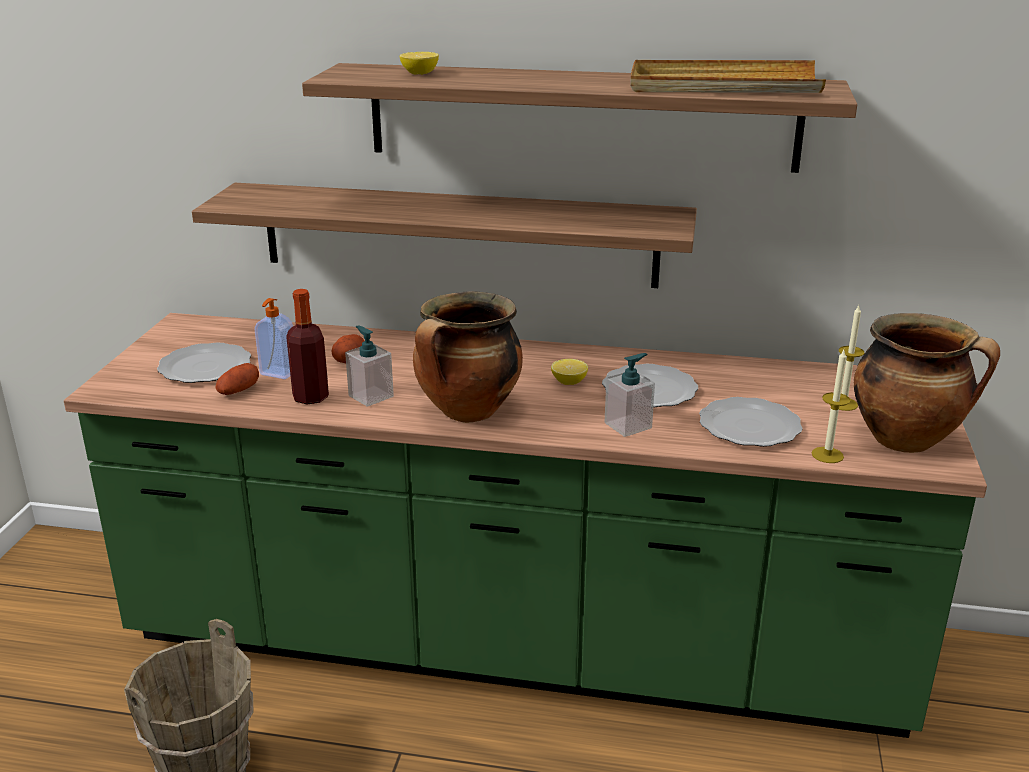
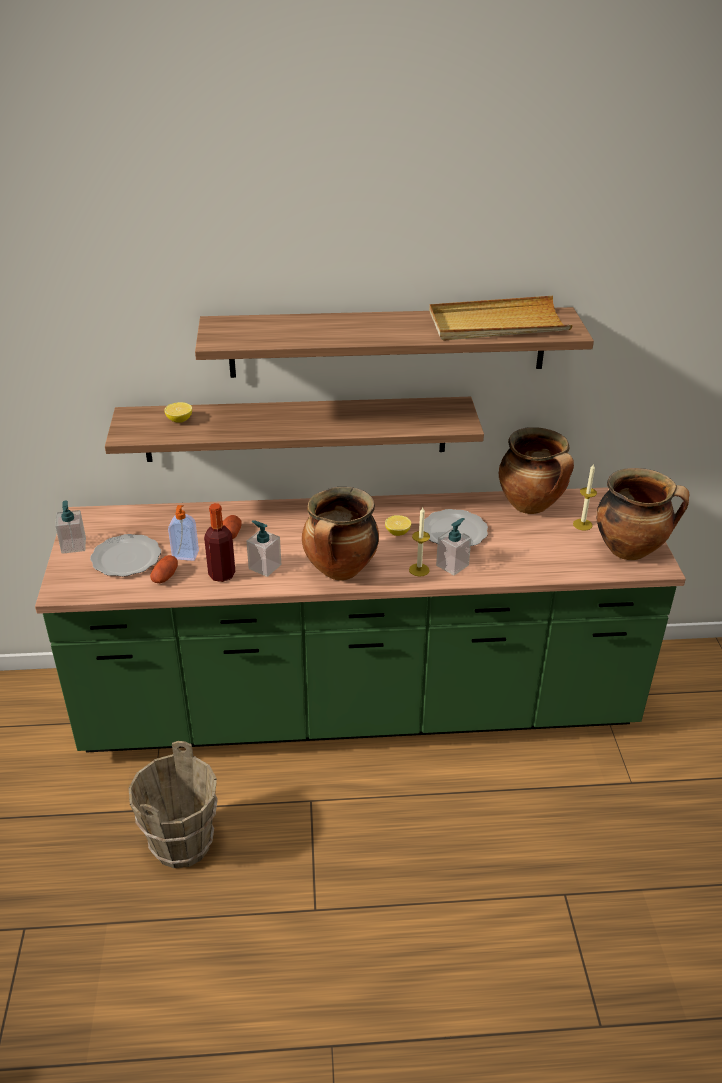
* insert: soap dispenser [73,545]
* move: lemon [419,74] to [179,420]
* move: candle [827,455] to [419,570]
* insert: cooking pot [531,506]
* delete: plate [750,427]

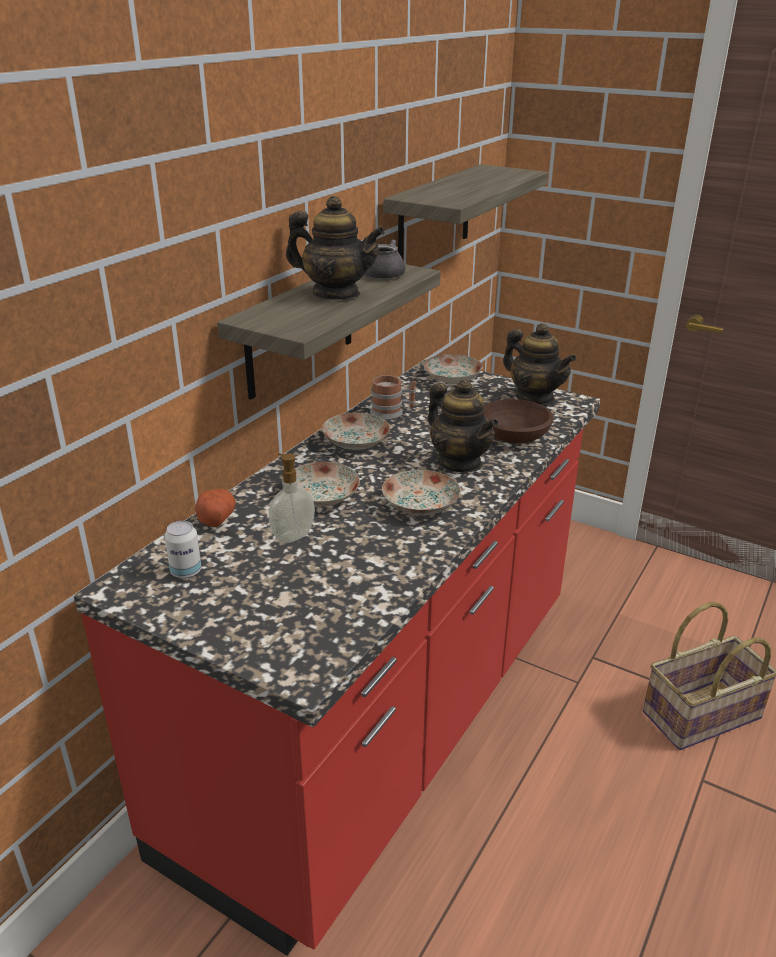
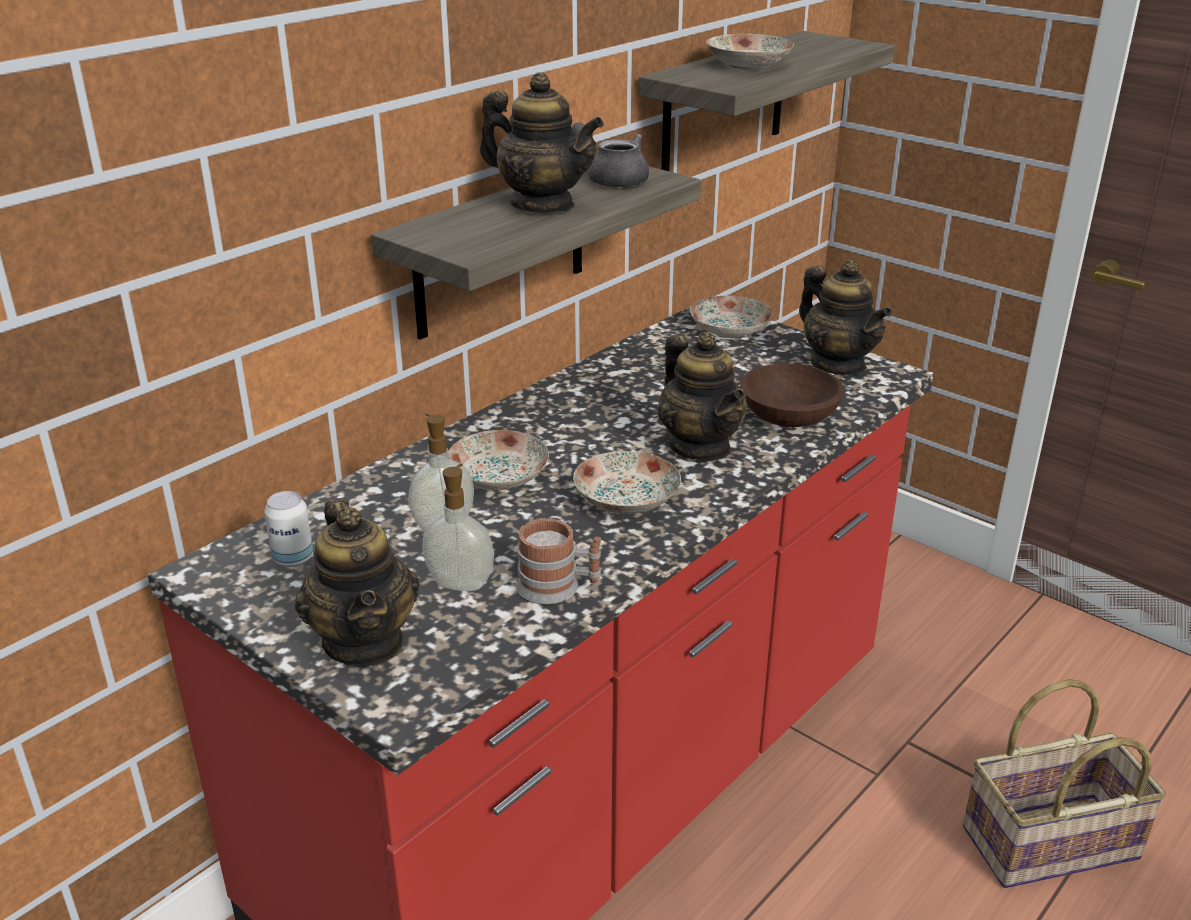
* insert: teapot [365,642]
* insert: soap dispenser [461,583]
* move: mug [392,412] to [558,587]
* move: plate [355,443] to [747,65]
* delete: potato [216,518]

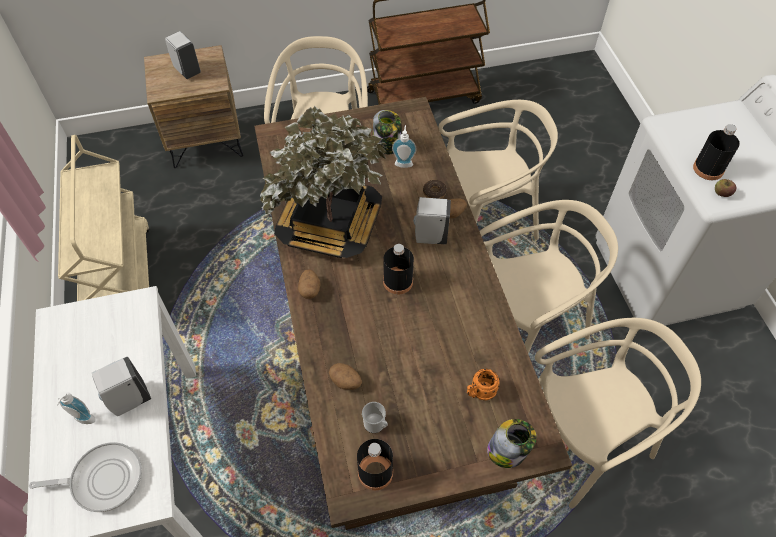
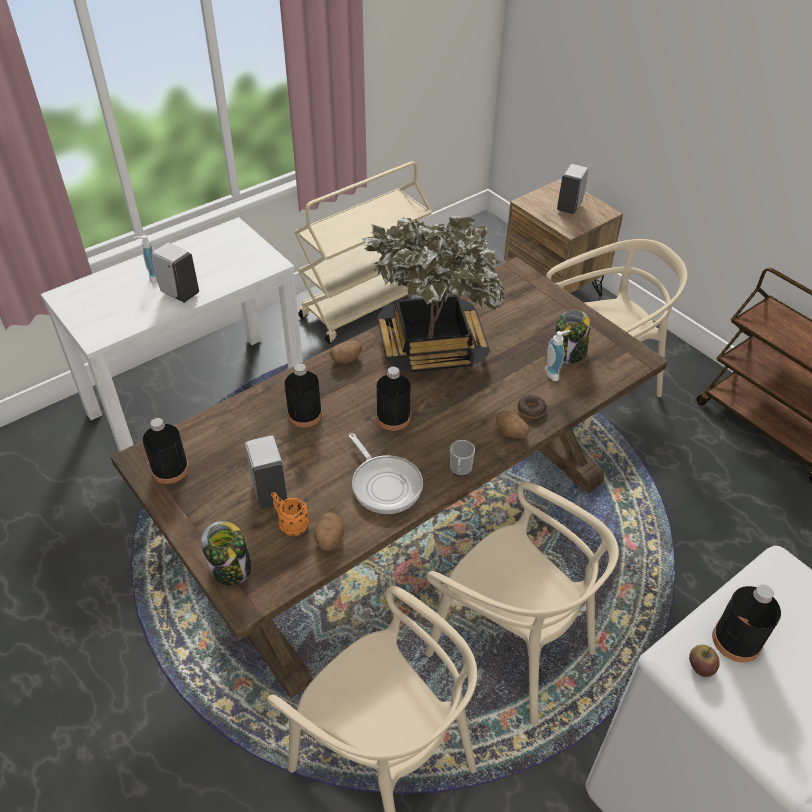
* move: soap dispenser (white) [429,237] to [269,491]
* insert: bottle (black) [305,415]
* move: potato [346,381] to [329,540]
* move: frying pan [103,479] to [385,484]
* move: mug [376,425] to [460,470]
* delete: chair (beige) [484,221]

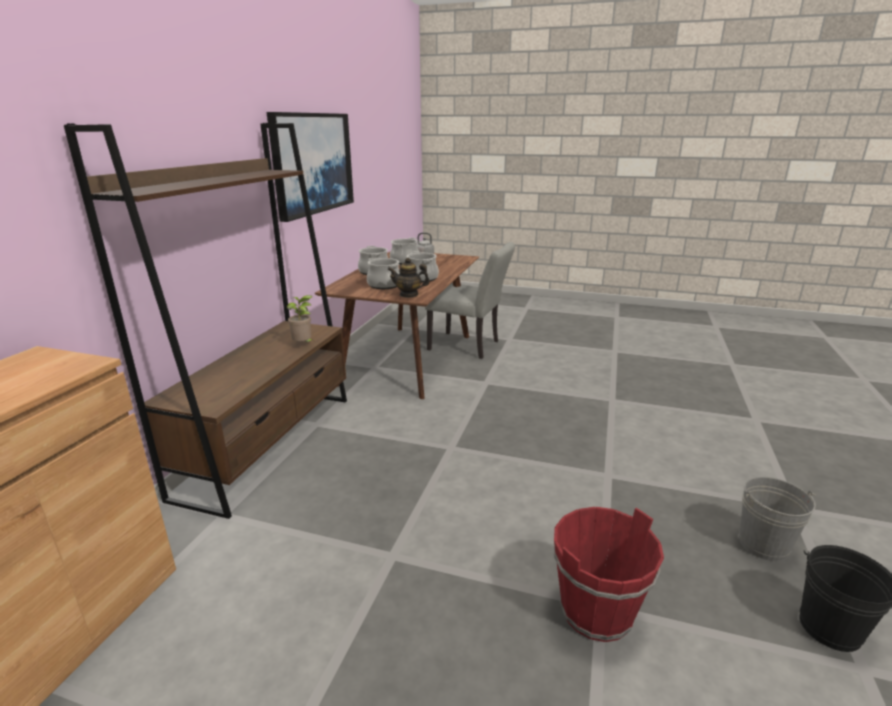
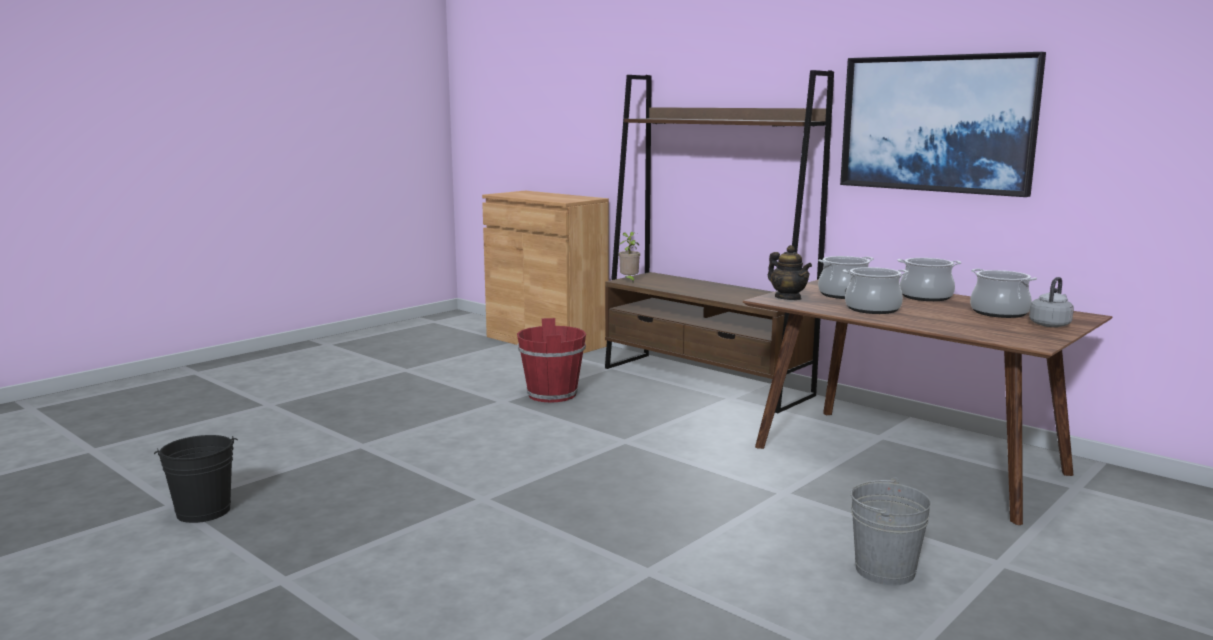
* move: bucket (red) [596,611] to [552,395]
* move: potted plant [304,345] to [629,281]
* rotate: teapot [409,294] = [788,298] 120 degrees clockwise
* move: bucket (grey) [763,544] to [885,570]
* delete: chair (grey) [469,346]

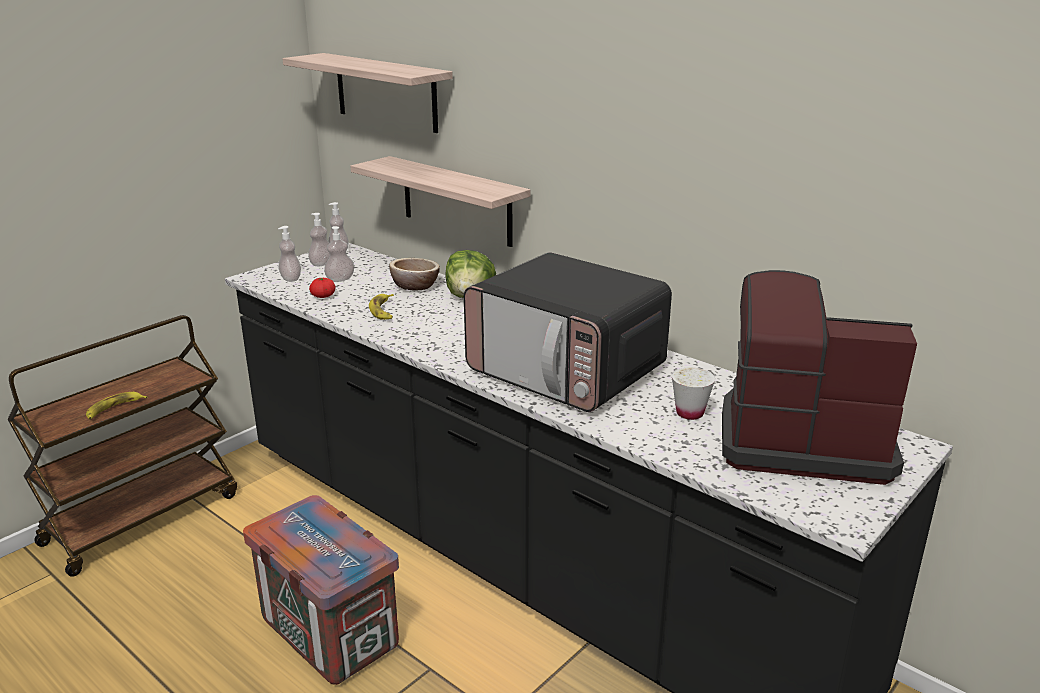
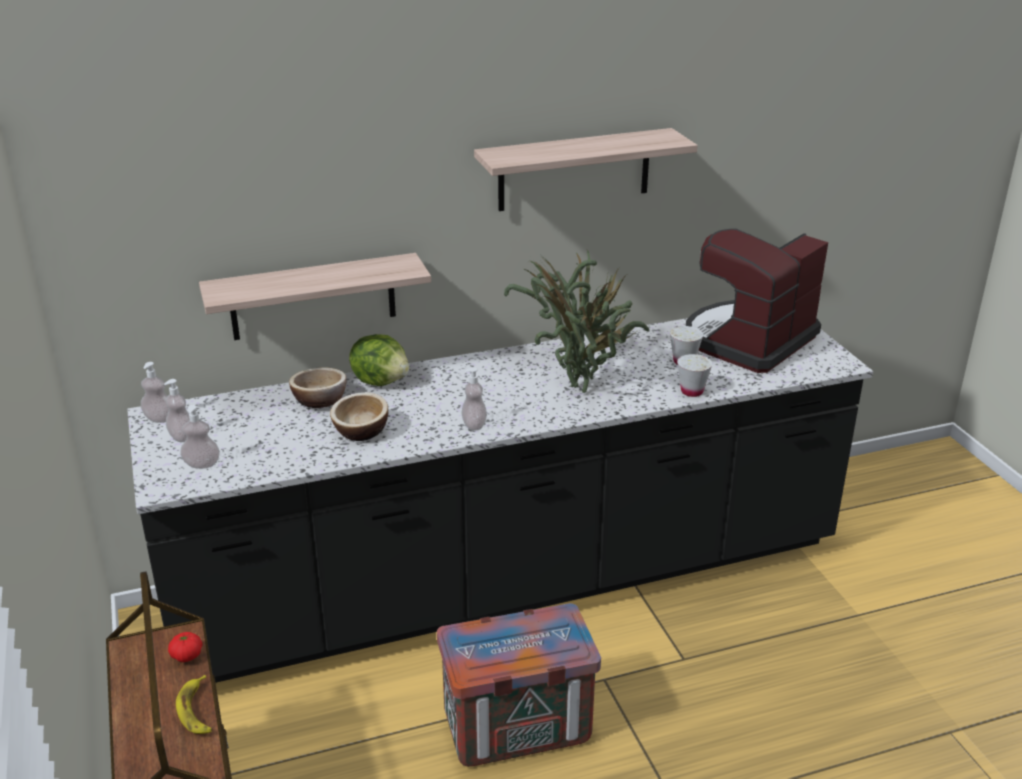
* move: tomato [323,296] to [187,655]
* replace: banana [384,311] to bowl [361,431]
* move: soap dispenser [340,279] to [474,425]
* move: shelf [386,92] to [574,170]
* replace: microwave [567,371] to potted plant [578,383]
* insert: cup (white) [692,391]

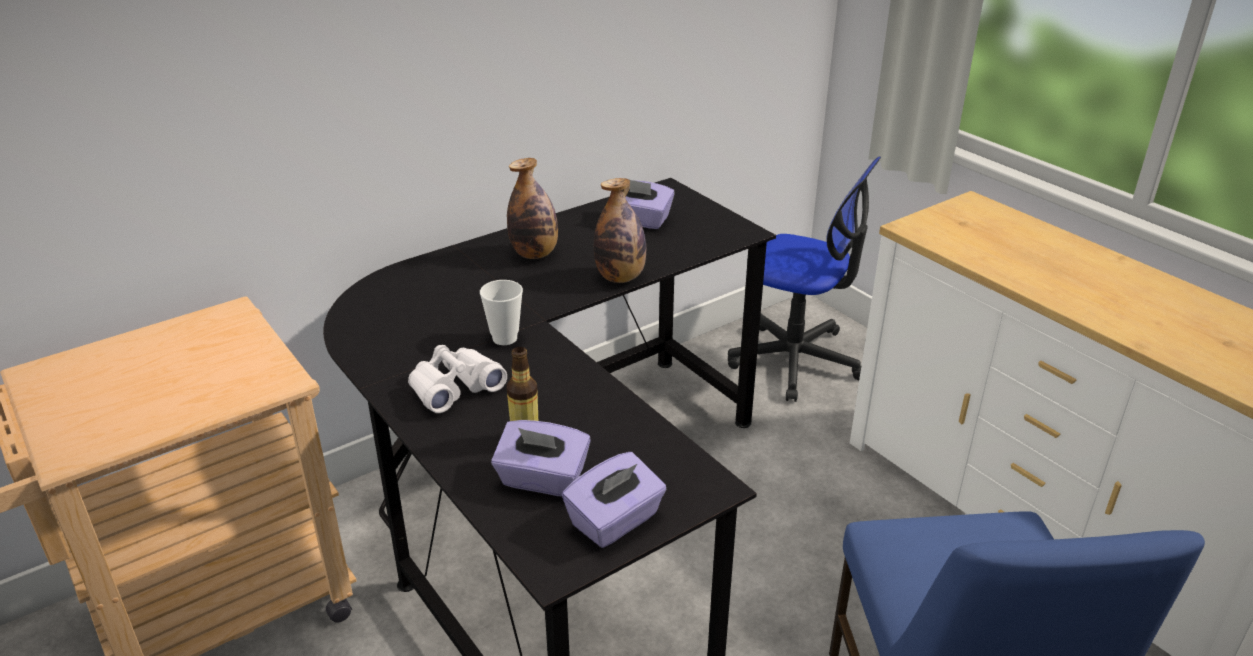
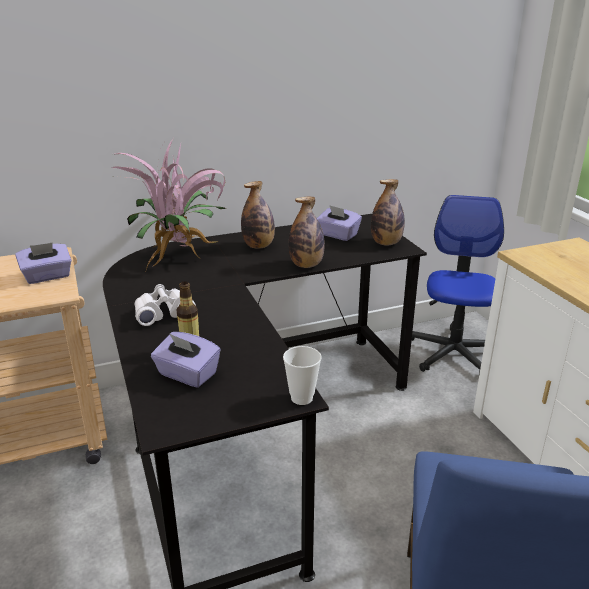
* move: tissue box (purple) [615,521] to [47,276]
* insert: potted plant [179,256]
* move: cup [505,338] to [302,398]
* insert: bottle [386,243]
* rotate: office chair [796,360] = [453,353] 120 degrees counterclockwise

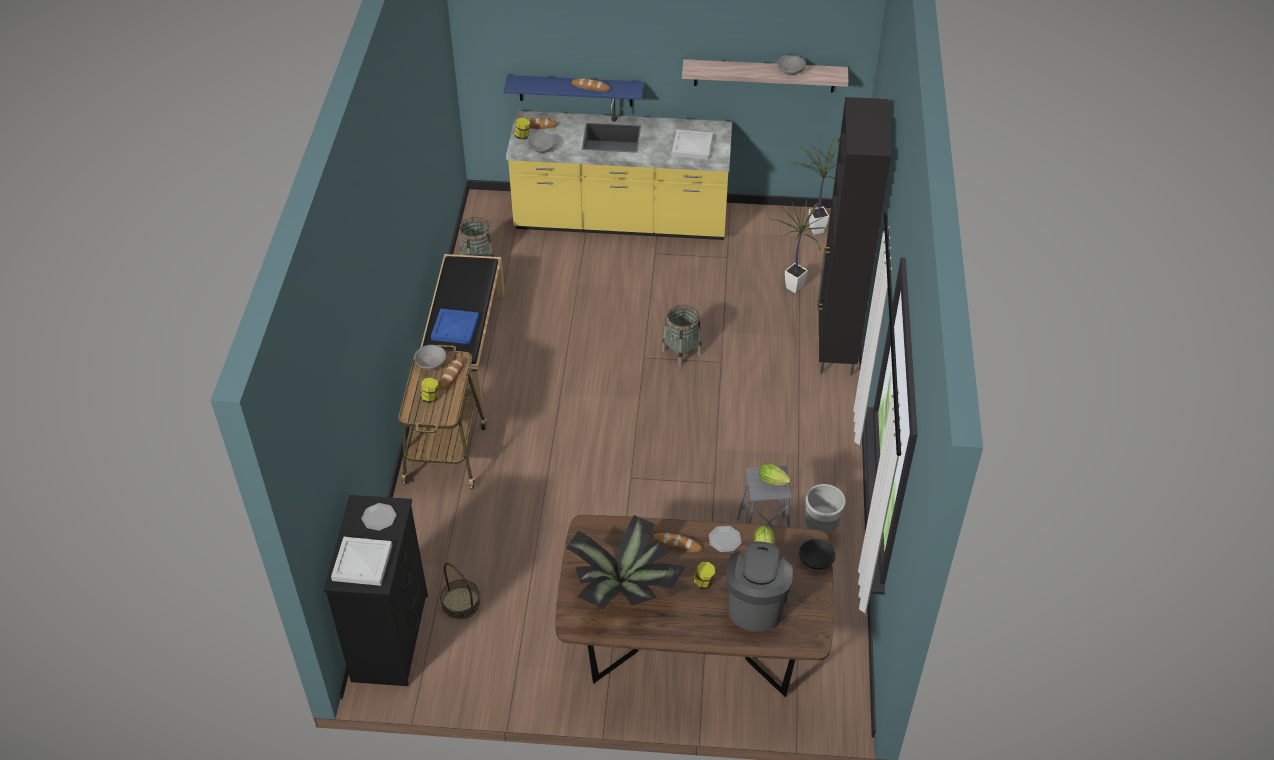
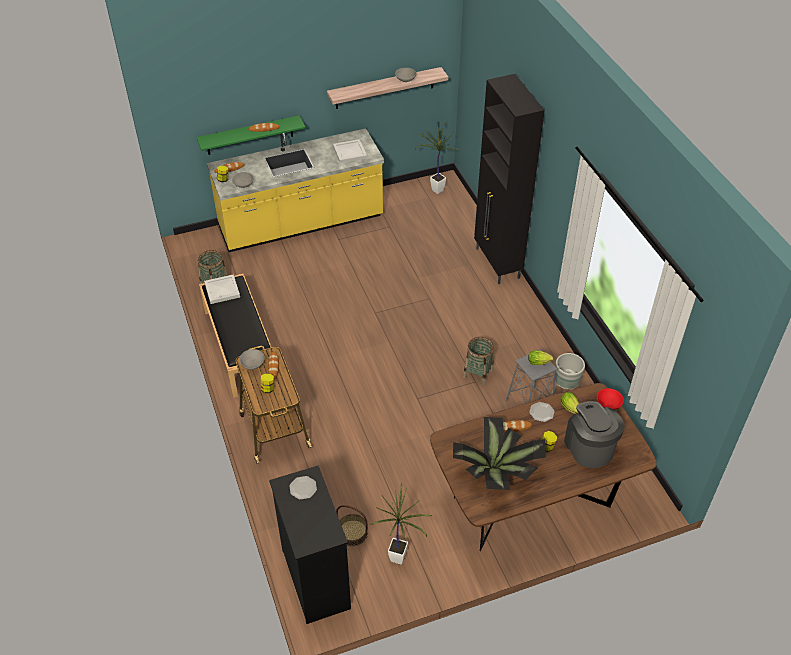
* recolor: shelf (blue) [575,90] to shelf (green) [249,135]
* move: tray (white) [363,563] to [223,290]
* move: potted plant [795,290] to [400,561]
* move: basket [681,352] to [478,373]
* recolor: bowl (black) [816,561] to bowl (red) [608,404]
* delete: tray (blue) [456,327]

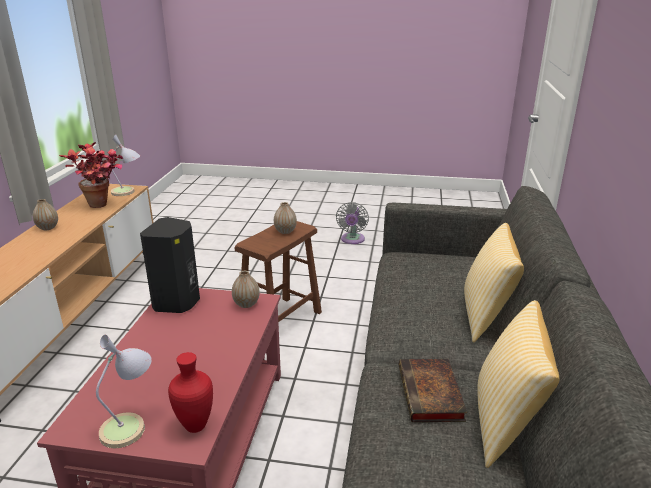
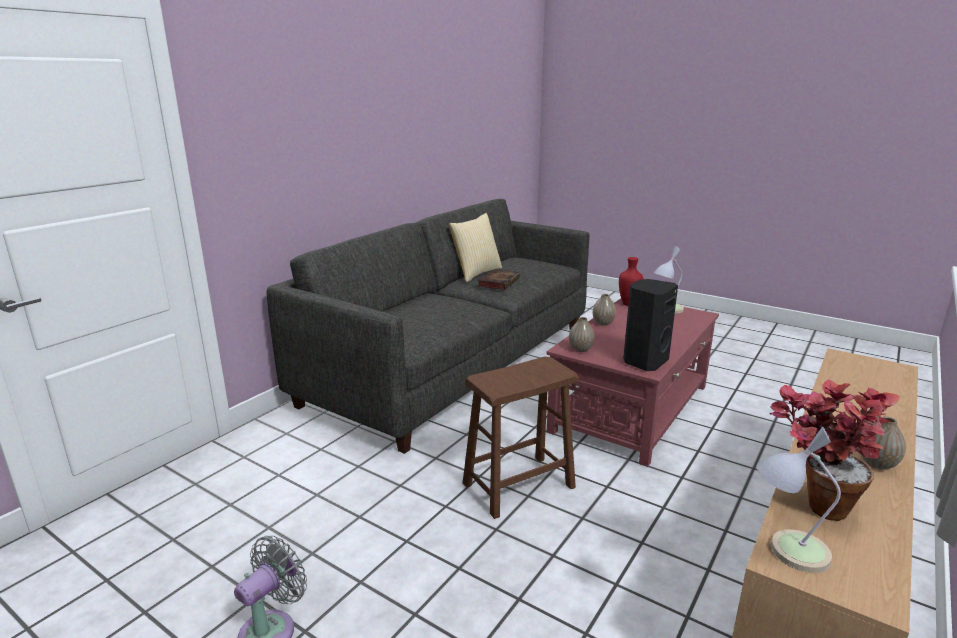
* move: vase [285,231] to [603,323]
* delete: pillow [485,316]

